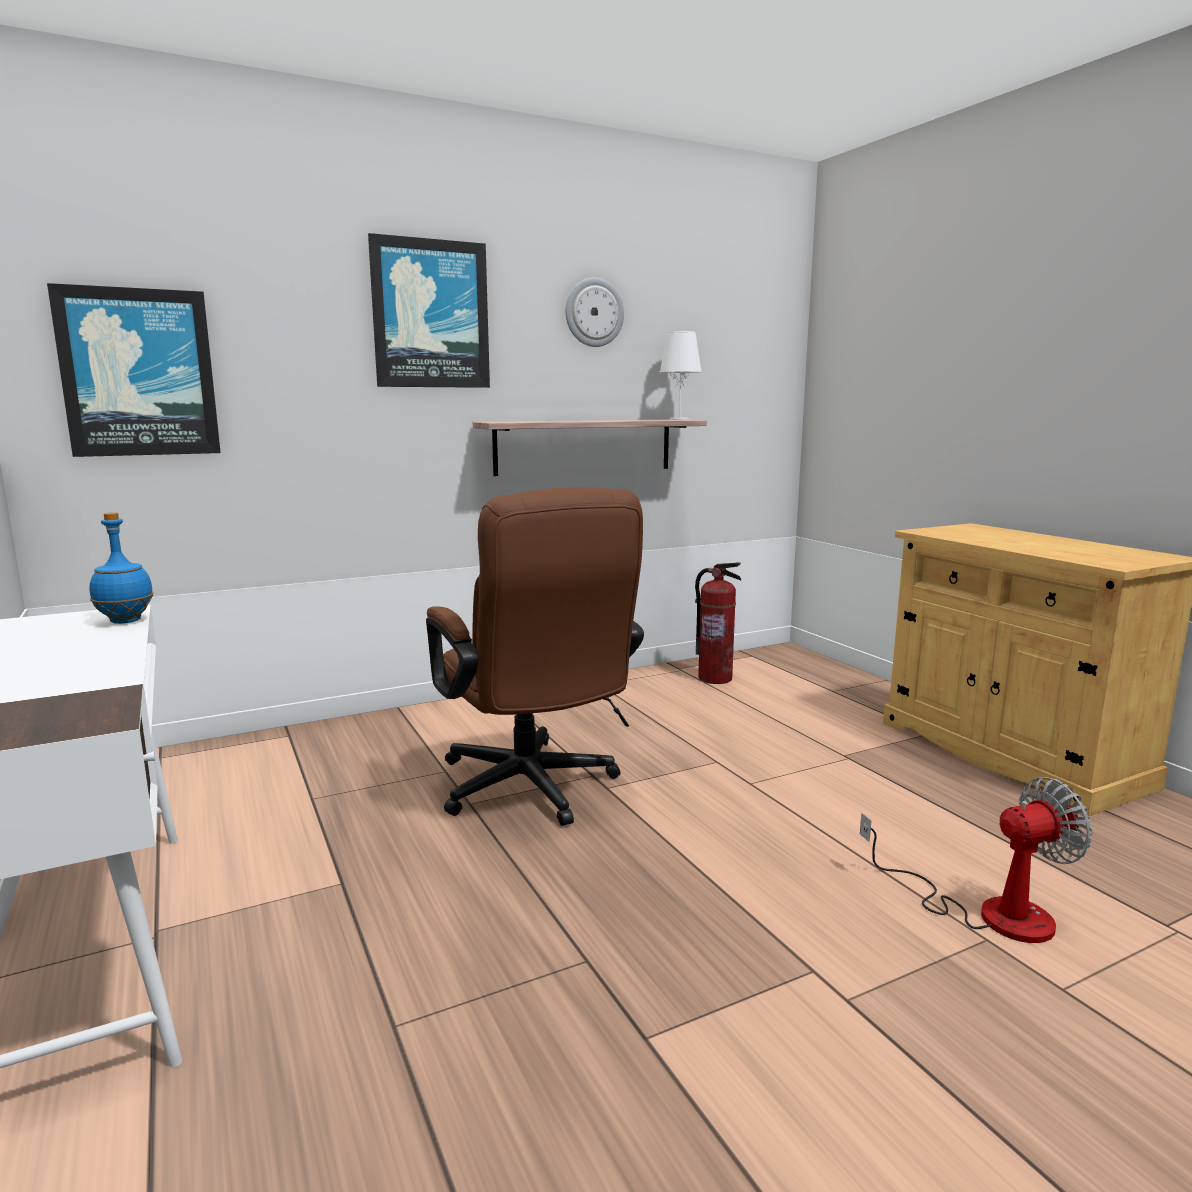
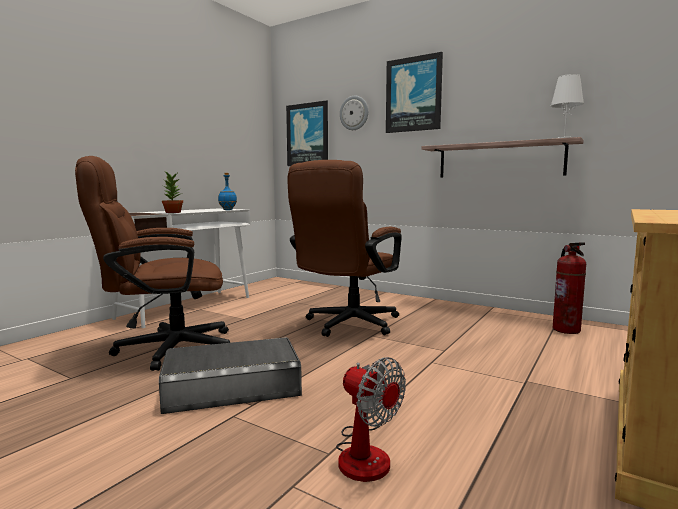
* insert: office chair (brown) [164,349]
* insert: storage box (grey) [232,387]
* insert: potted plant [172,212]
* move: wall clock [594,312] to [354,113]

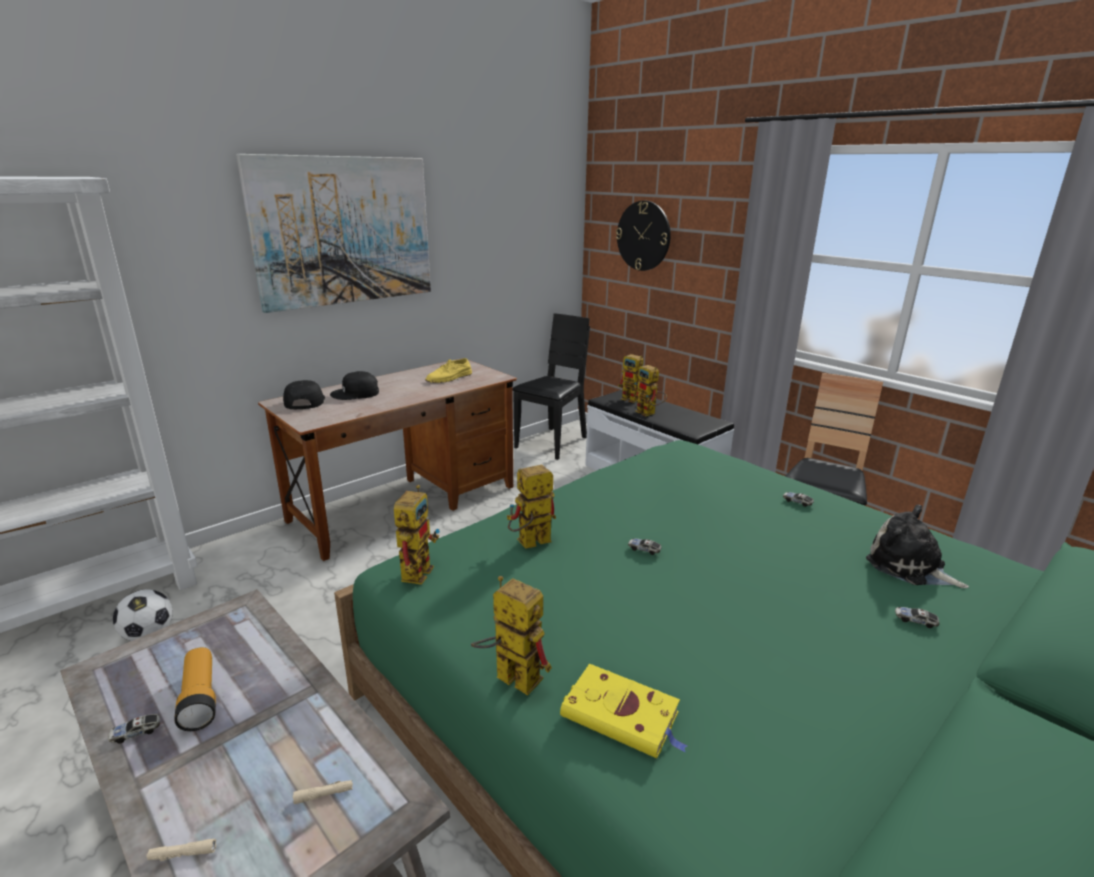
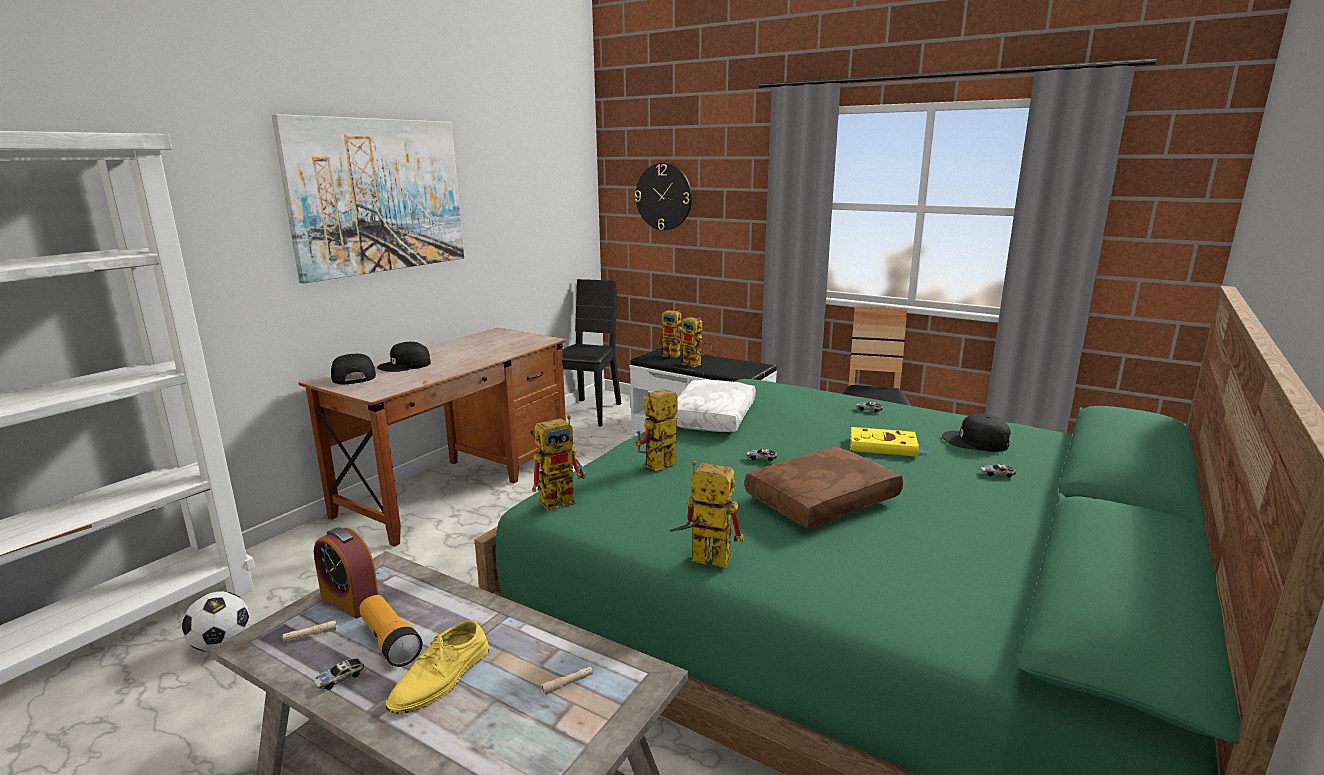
* move: flashlight (beige) [182,854] to [310,635]
* insert: alarm clock [350,600]
* move: shoe (yellow) [449,378] to [442,678]
* rotate: toy robot [417,569] = [563,499] 60 degrees clockwise
* insert: pillow (white) [713,418]
* insert: pillow (brown) [822,501]
* move: book (yellow) [623,716] to [885,447]
* replace: plush toy [909,566] to cap (black) [976,442]

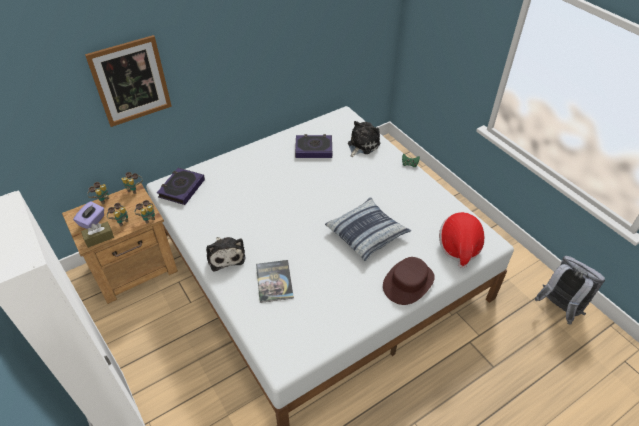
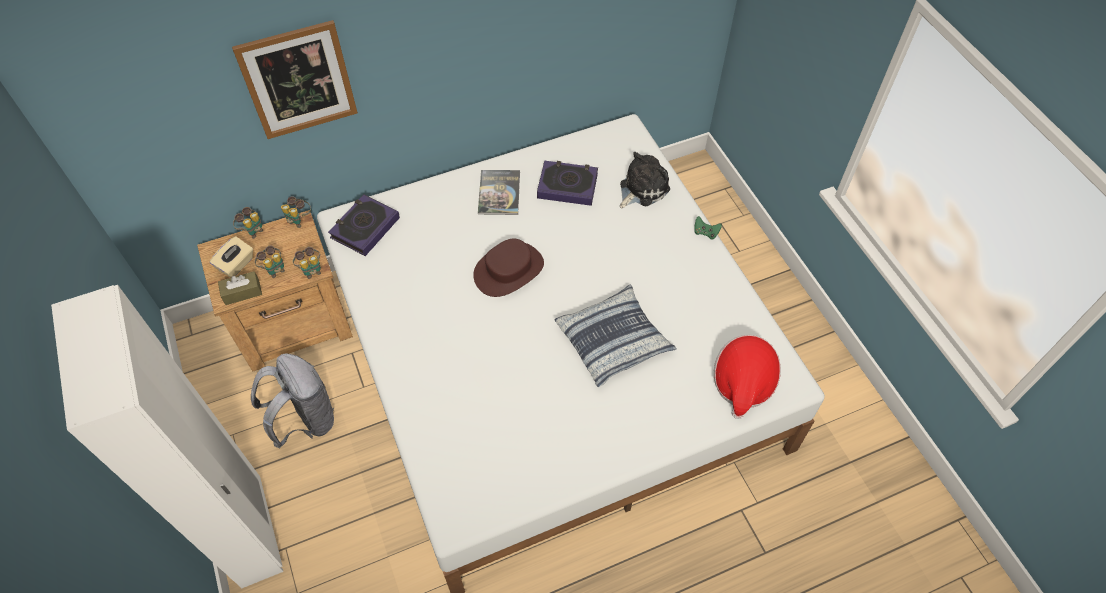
* recolor: tissue box (purple) [92,221] to tissue box (beige) [236,265]
* move: backpack (grey) [558,307] to [305,420]
* move: hat (brown) [408,282] to [509,270]
* move: book [274,281] to [499,193]
* delete: plush toy [225,255]

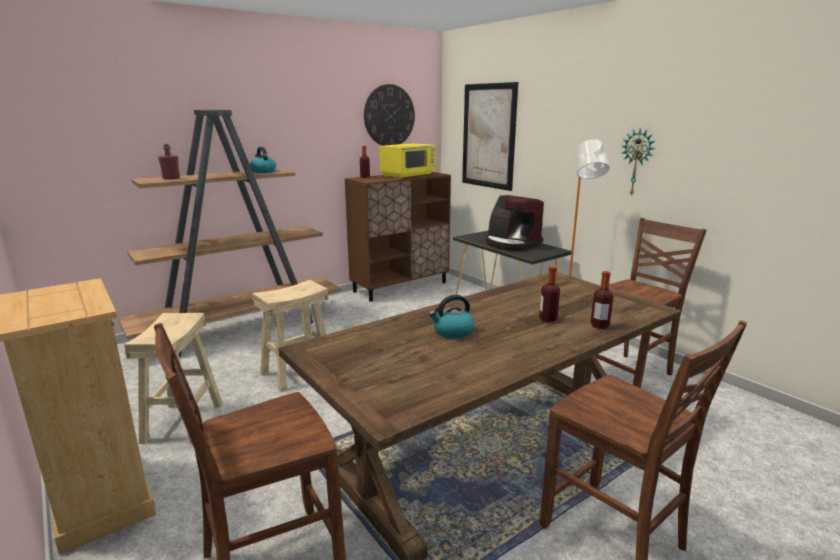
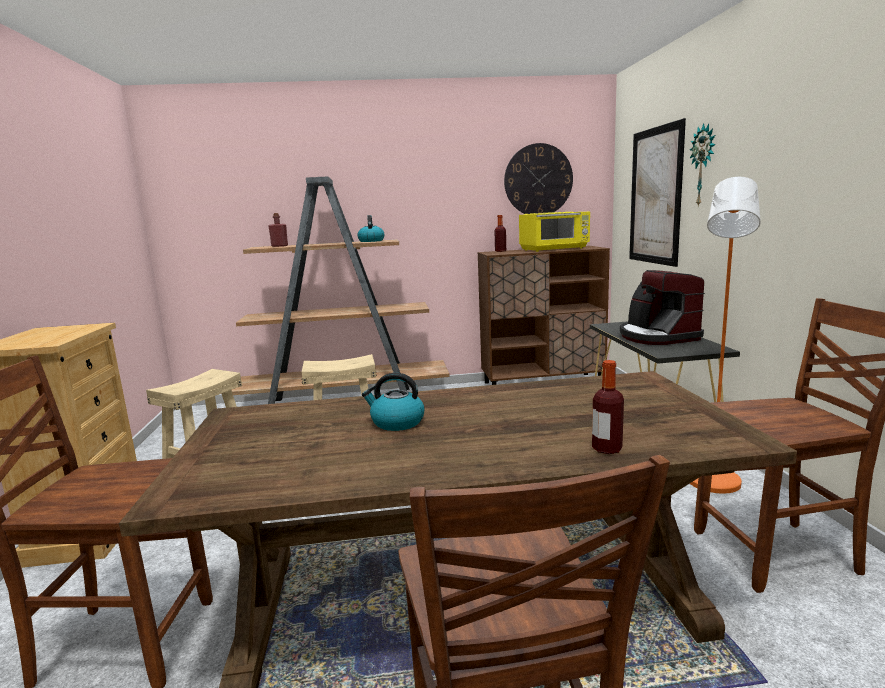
* move: wall clock [637,162] to [704,165]
* delete: bottle [548,319]

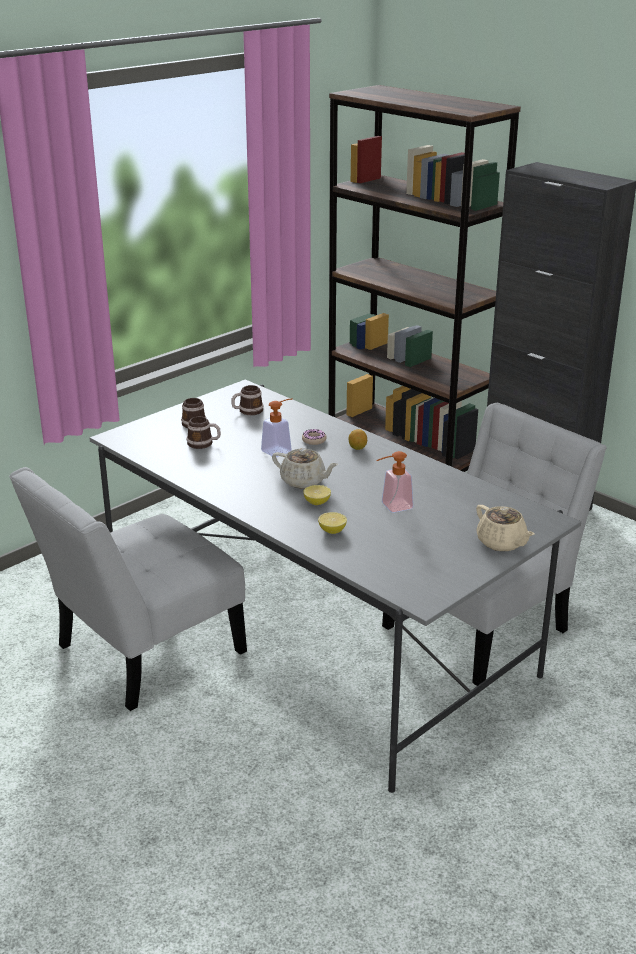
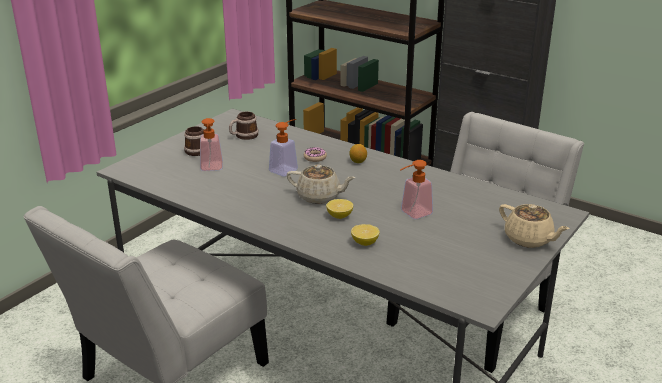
* replace: mug [204,443] to soap dispenser [211,169]

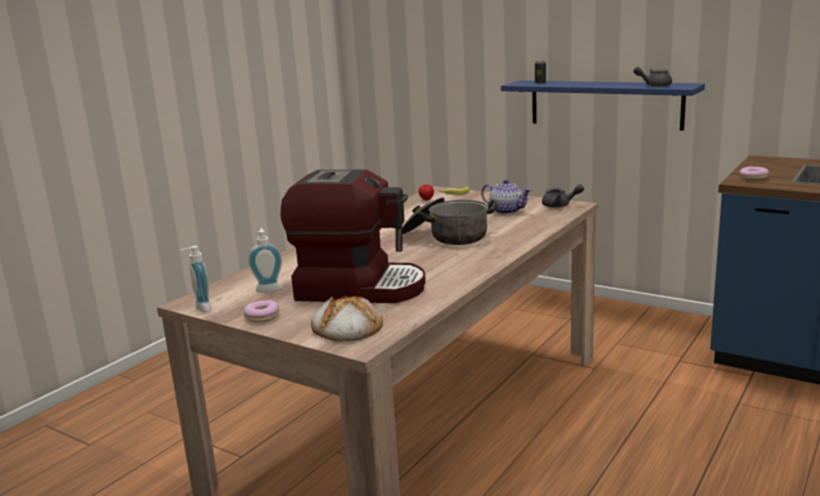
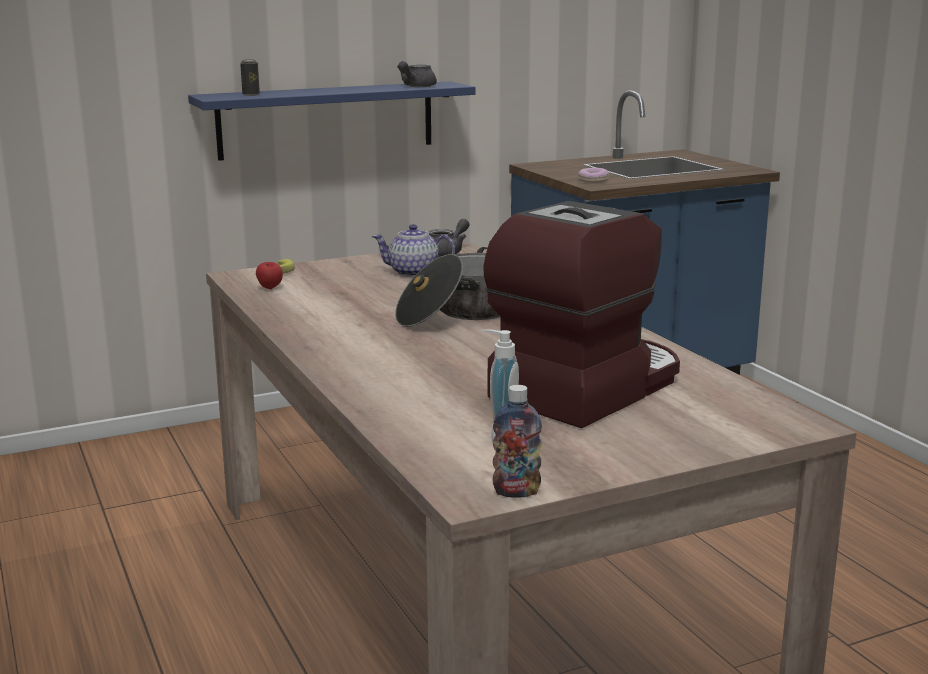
* rotate: teapot [506,211] = [414,272] 150 degrees counterclockwise
* replace: soap dispenser [200,308] to bottle [516,492]
* delete: donut [262,316]
* delete: bread [346,327]

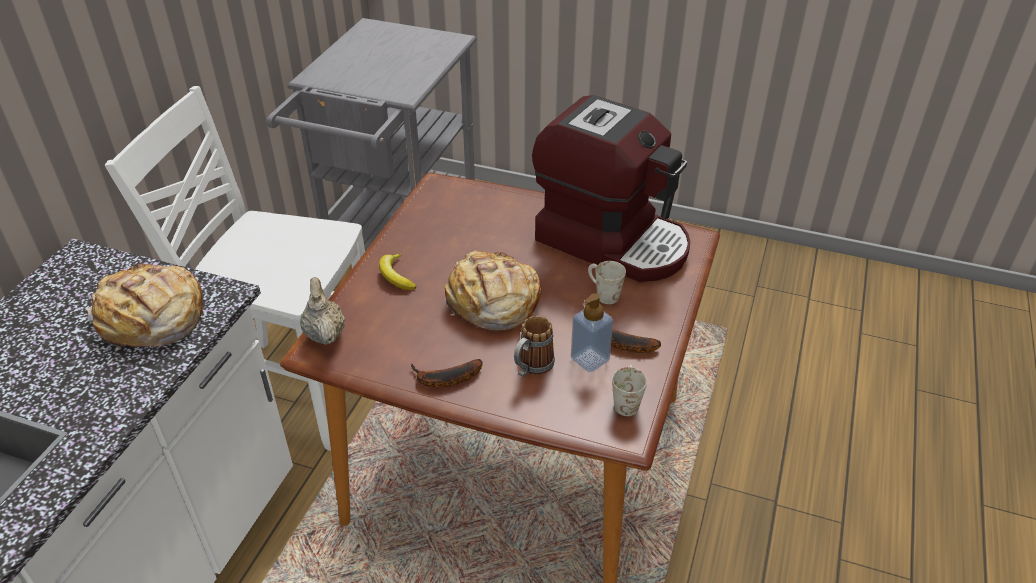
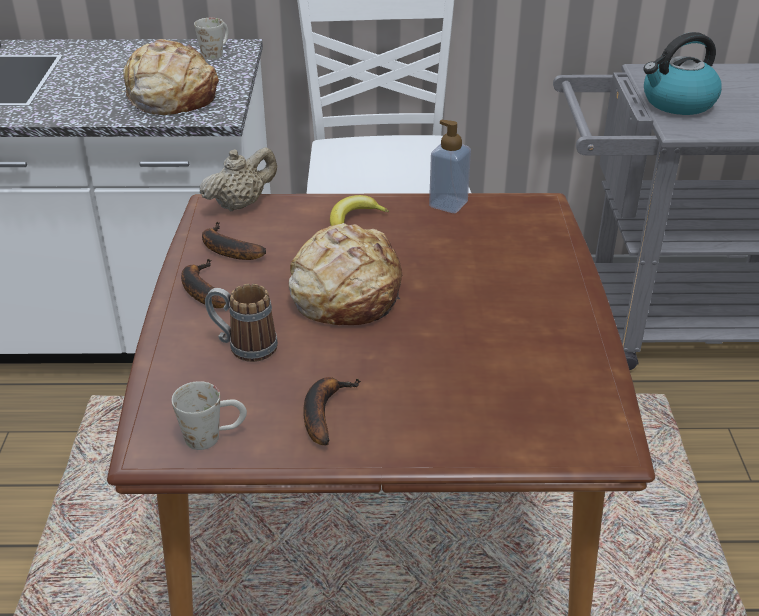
* move: mug (white) [602,293] to [216,53]
* insert: banana [226,249]
* move: soap dispenser [590,359] to [448,204]
* insert: kettle [677,103]
* delete: coffee machine [613,240]

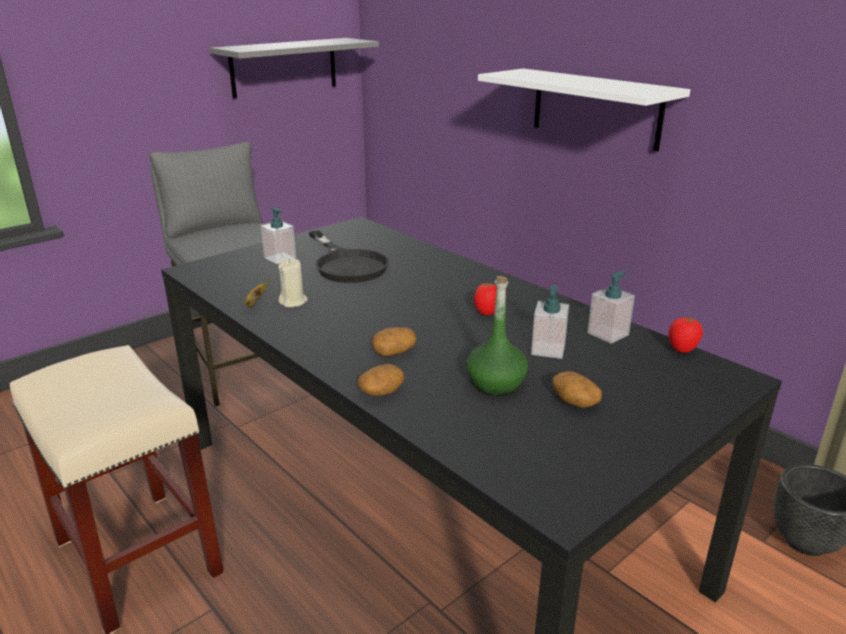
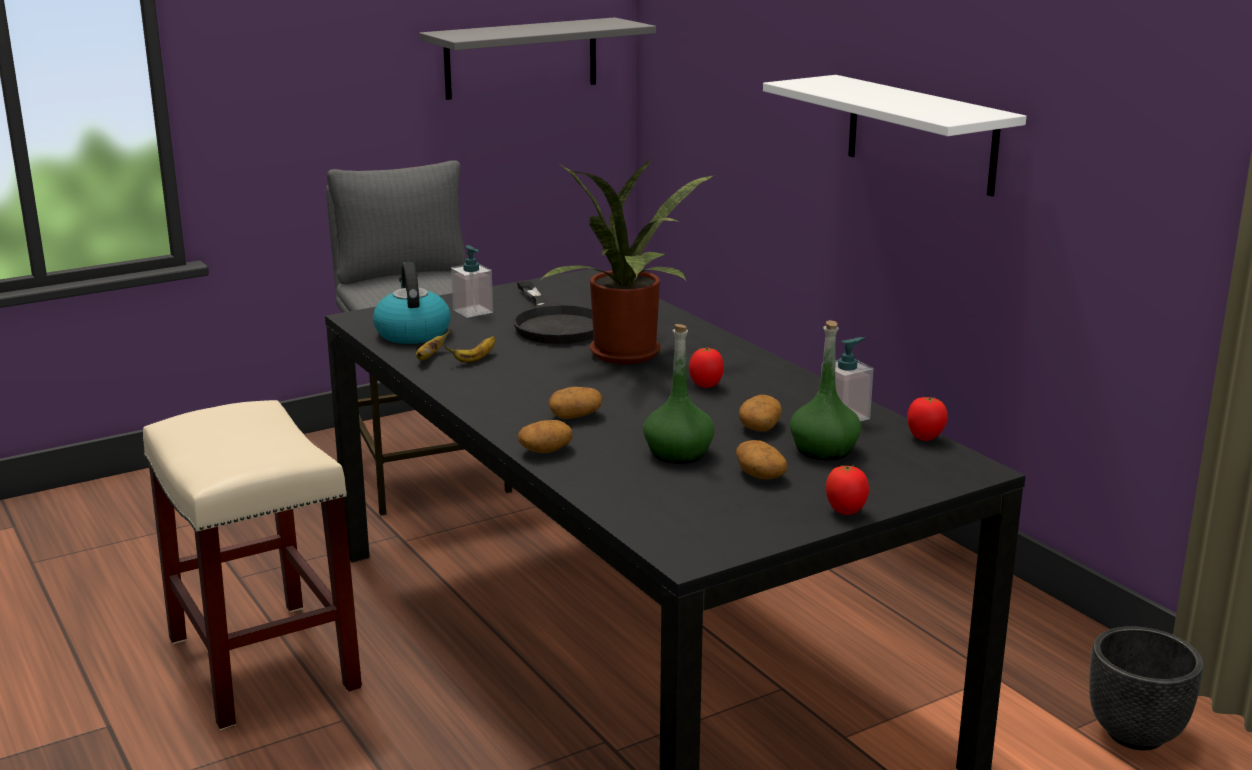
* insert: kettle [412,333]
* replace: candle (beige) [293,302] to banana [475,359]
* insert: potted plant [628,356]
* replace: soap dispenser [548,349] to potato [759,426]
* insert: bottle (green) [824,450]
* insert: tomato [845,512]

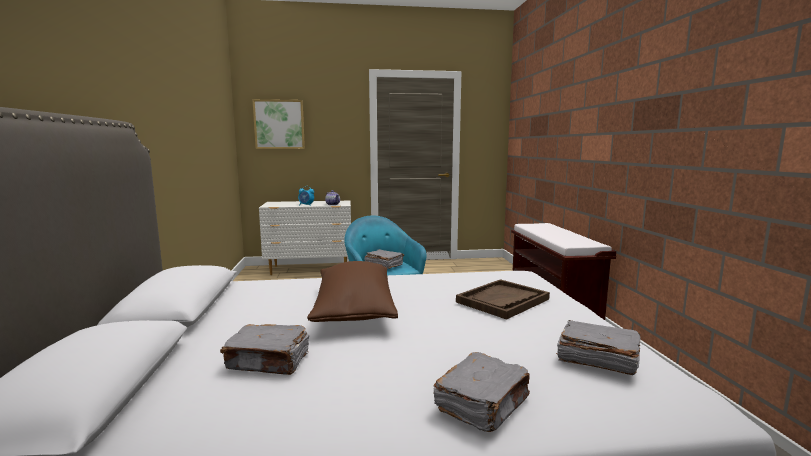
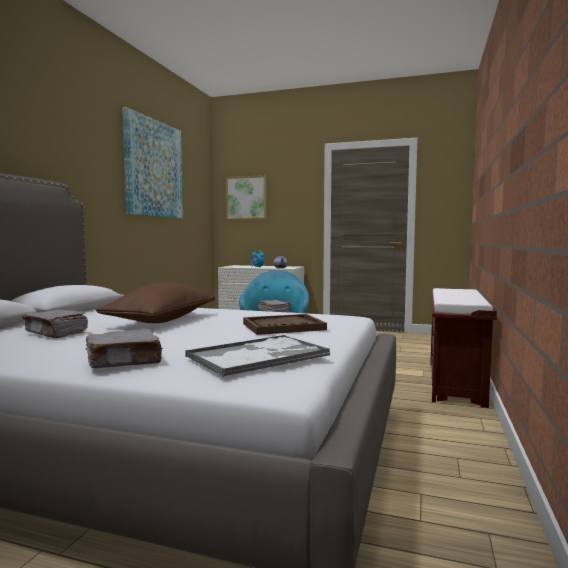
* insert: picture [154,168]
* replace: book (grey) [596,359] to tray [259,356]

